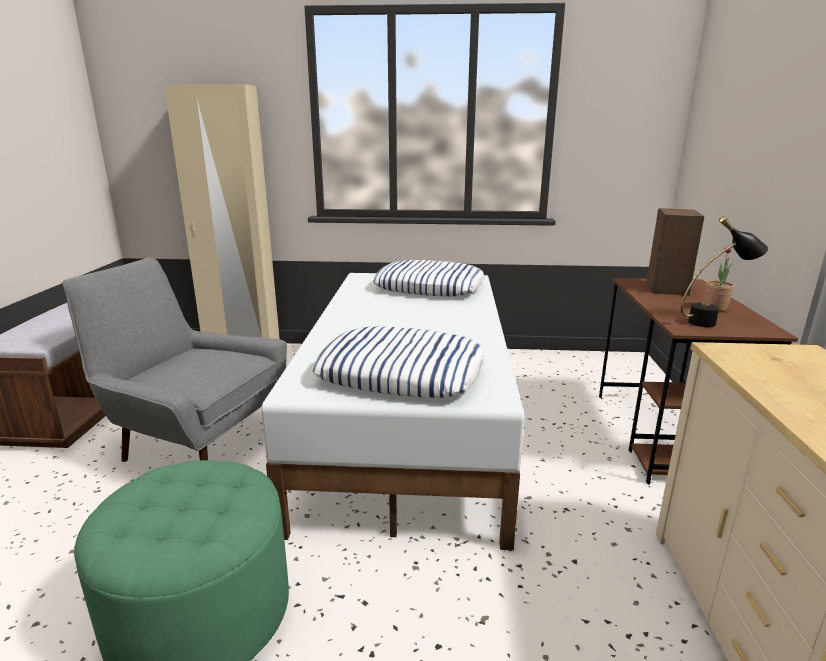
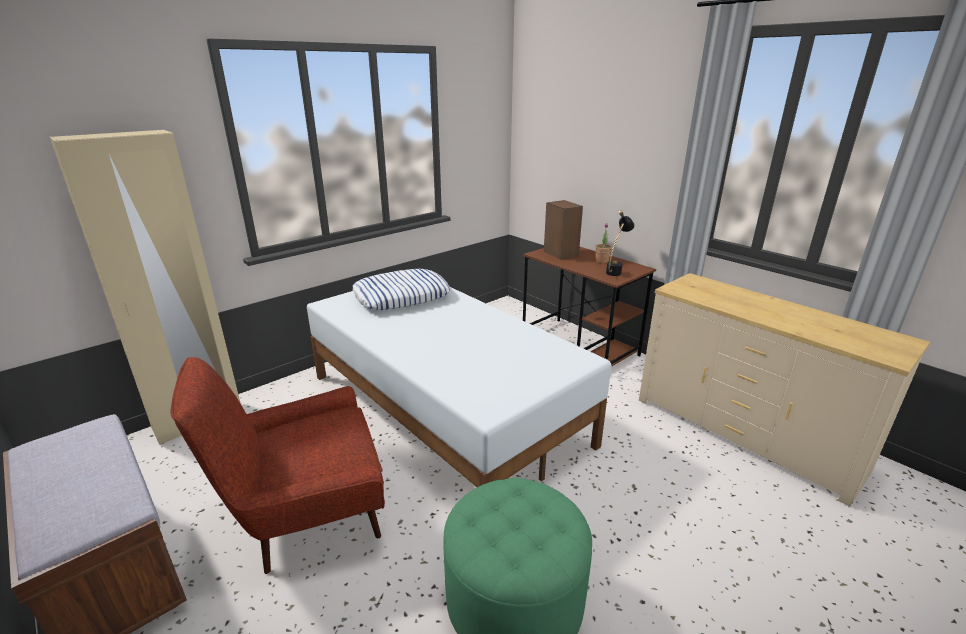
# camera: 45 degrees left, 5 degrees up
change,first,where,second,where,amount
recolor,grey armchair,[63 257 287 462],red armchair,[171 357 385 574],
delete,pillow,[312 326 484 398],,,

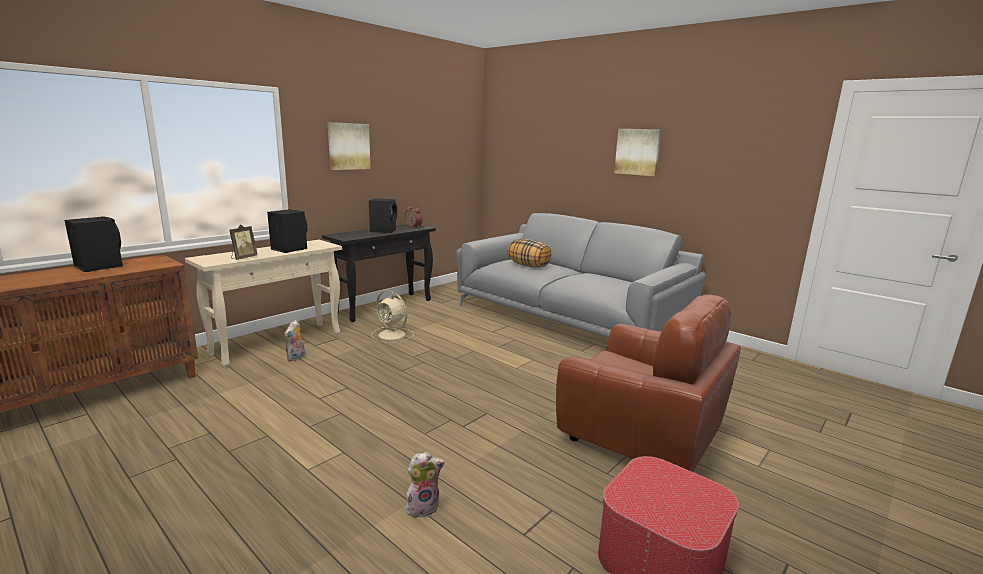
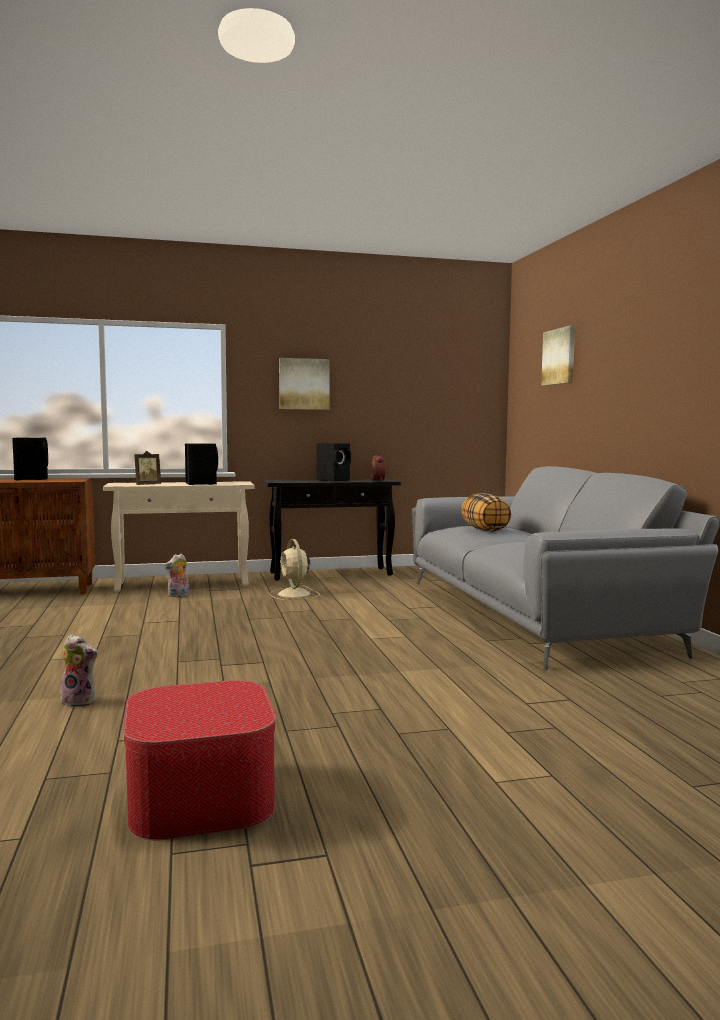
# camera: 35 degrees right, 10 degrees down
change,first,where,second,where,amount
move,picture,[614 129 662 176],,[541 325 575 386],
delete,brown armchair,[556 295 741 472],,,

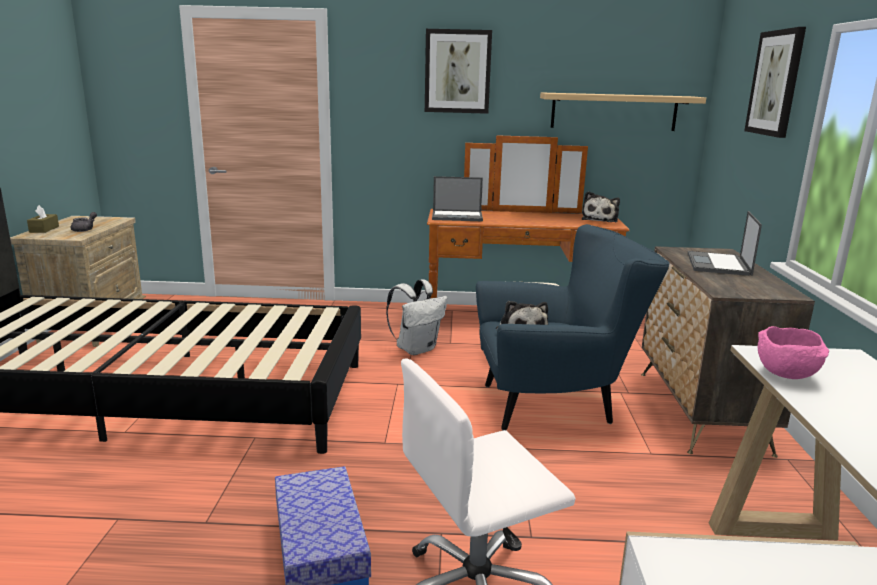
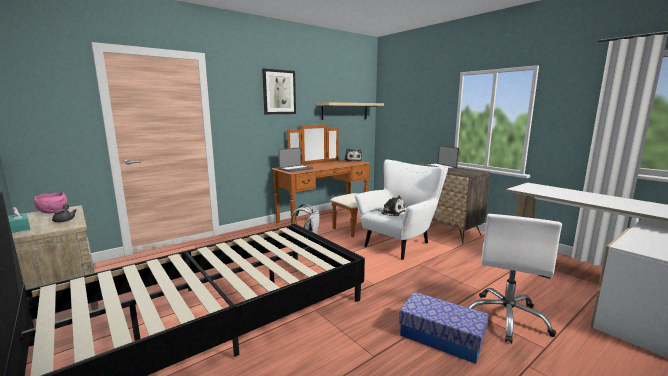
# camera: 40 degrees left, 5 degrees down
change,first,where,second,where,amount
delete,picture,[744 27 806 138],,,
recolor,brown tissue box,[27 205 59 233],turquoise tissue box,[8 207 30 233],
recolor,blue armchair,[476 224 670 430],white armchair,[354 159 448 260],
move,pink bowl,[758 326 829 379],,[34 192 67 213],

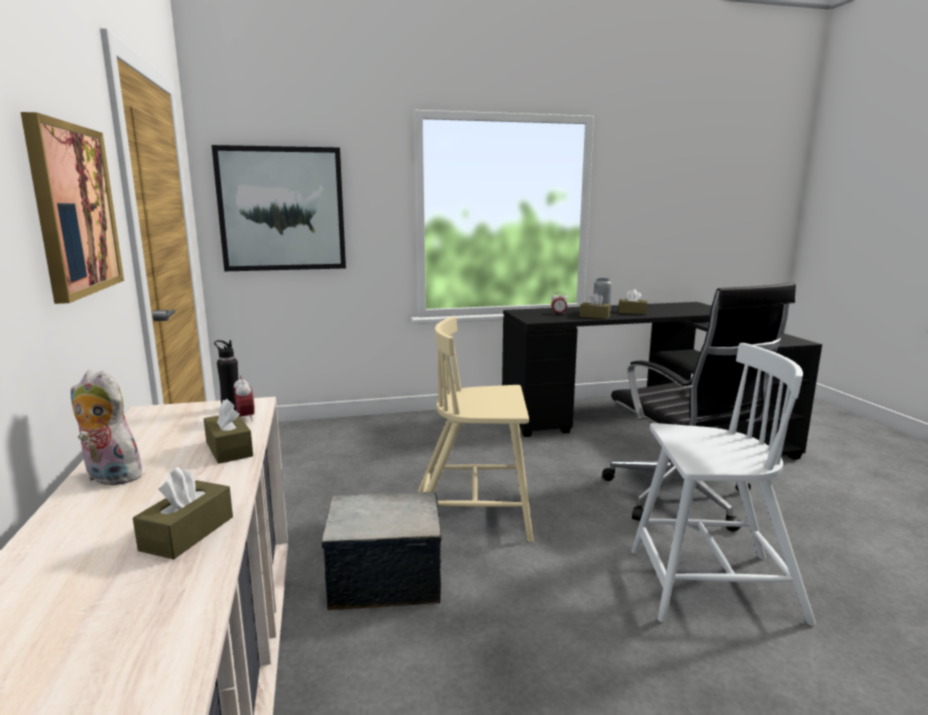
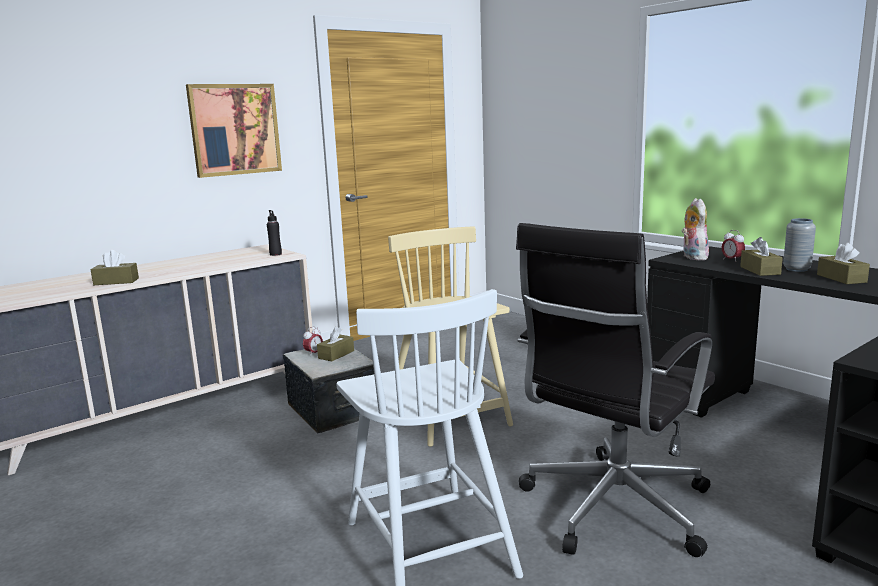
# camera: 65 degrees right, 0 degrees up
change,first,where,second,where,amount
delete,picture,[212 145 346 271],,,
move,plush toy,[70 369 149 485],,[682 198 709 260],
move,alarm clock,[234 375 255 422],,[303 326 323 354],
move,brown tissue box,[204 399 253 464],,[317 327 354 361],

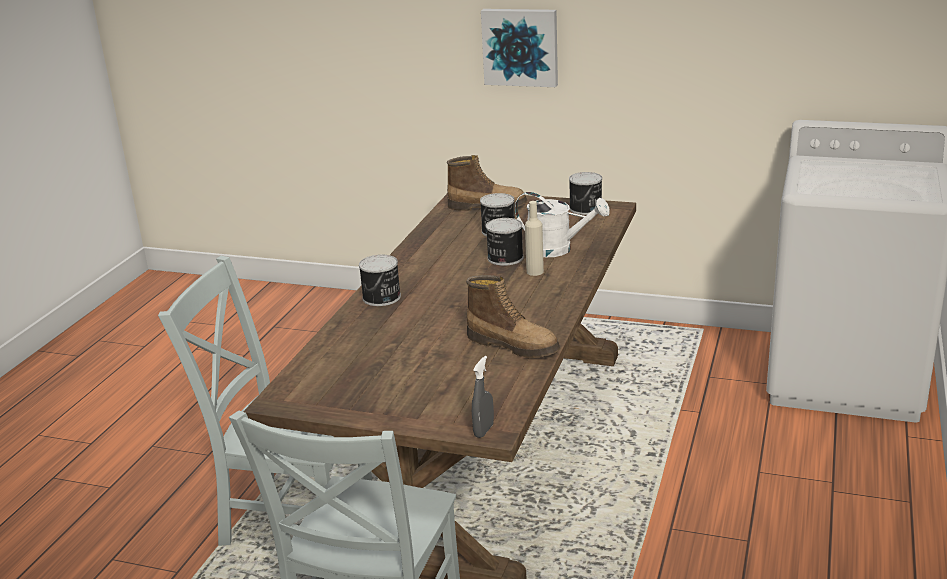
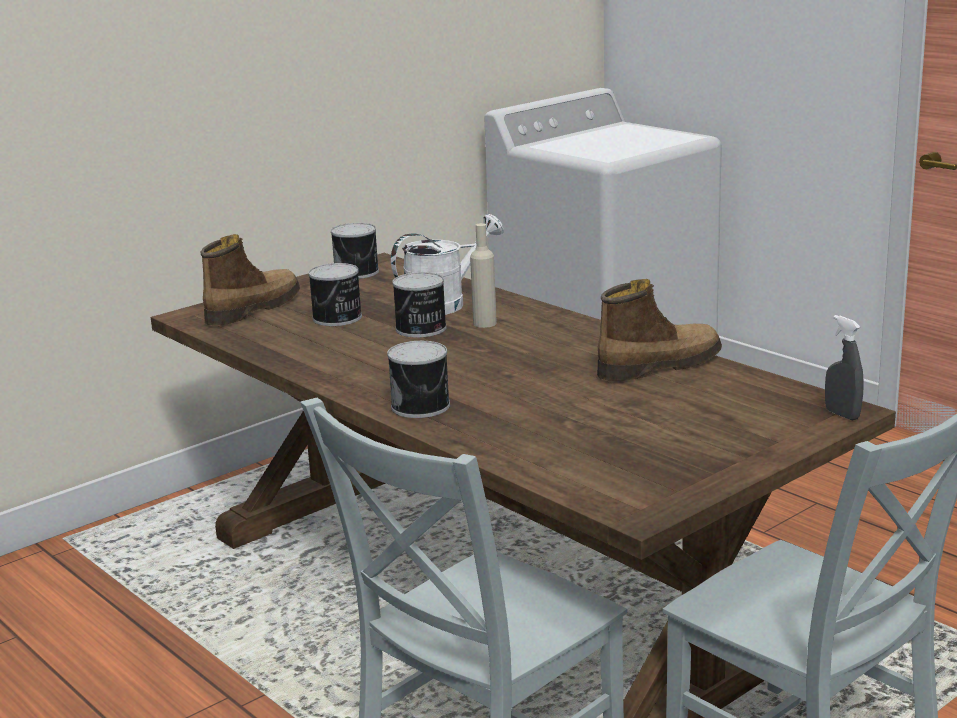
# camera: 60 degrees left, 5 degrees down
change,first,where,second,where,amount
delete,picture,[481 9 558 87],,,

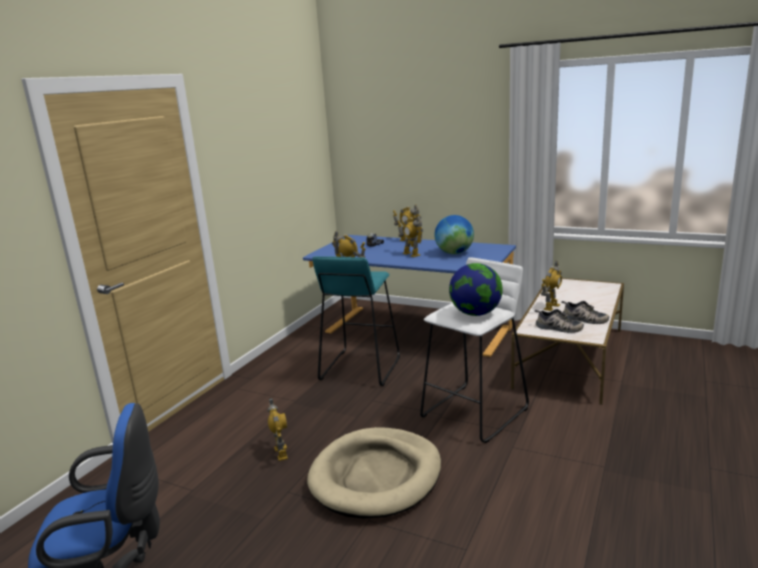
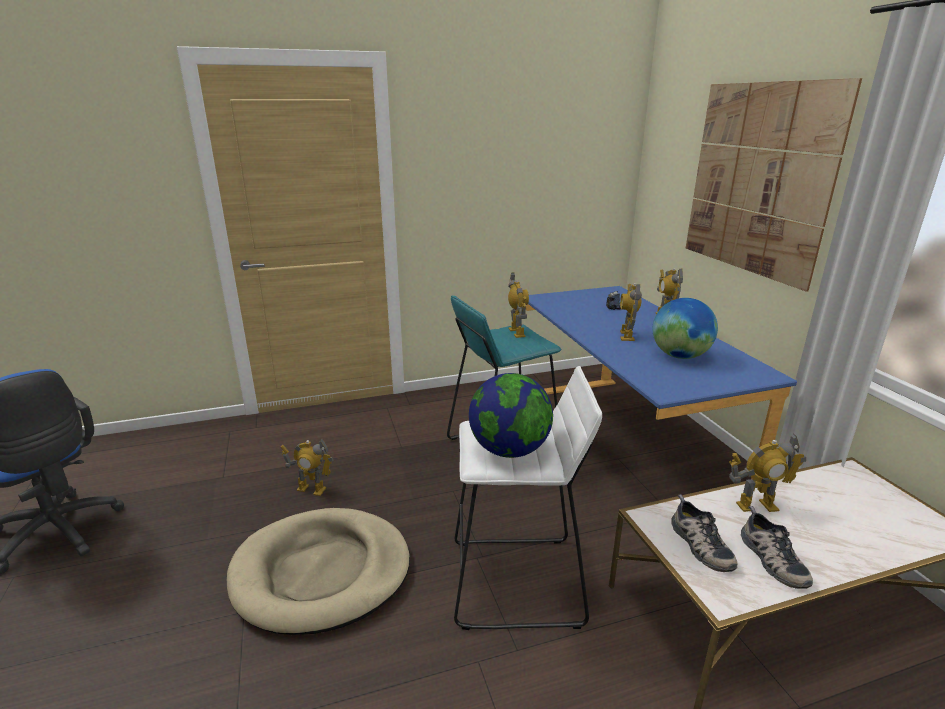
# camera: 45 degrees right, 5 degrees up
change,first,where,second,where,amount
rotate,toy robot,[268 398 288 461],,[281 439 334 496],75 degrees clockwise
insert,,,picture,[686 78 862 292],

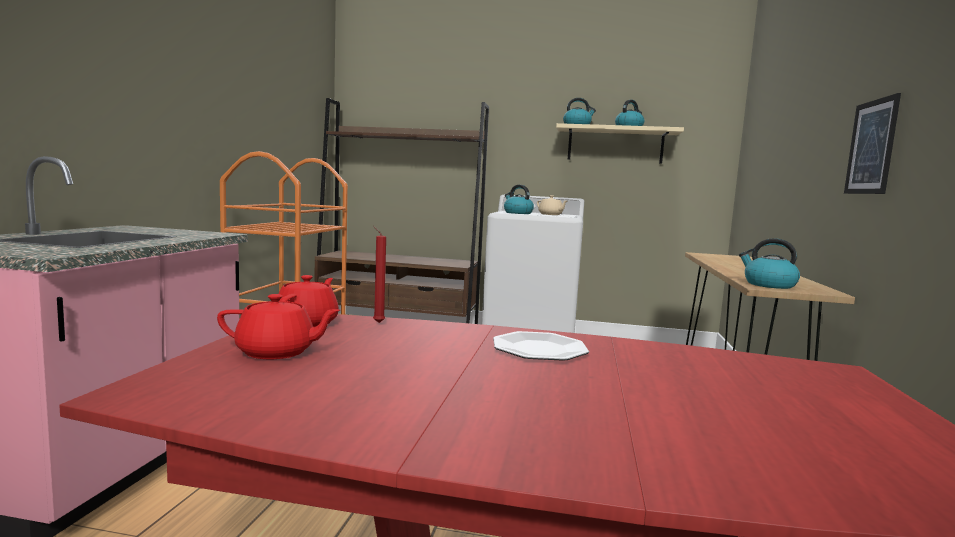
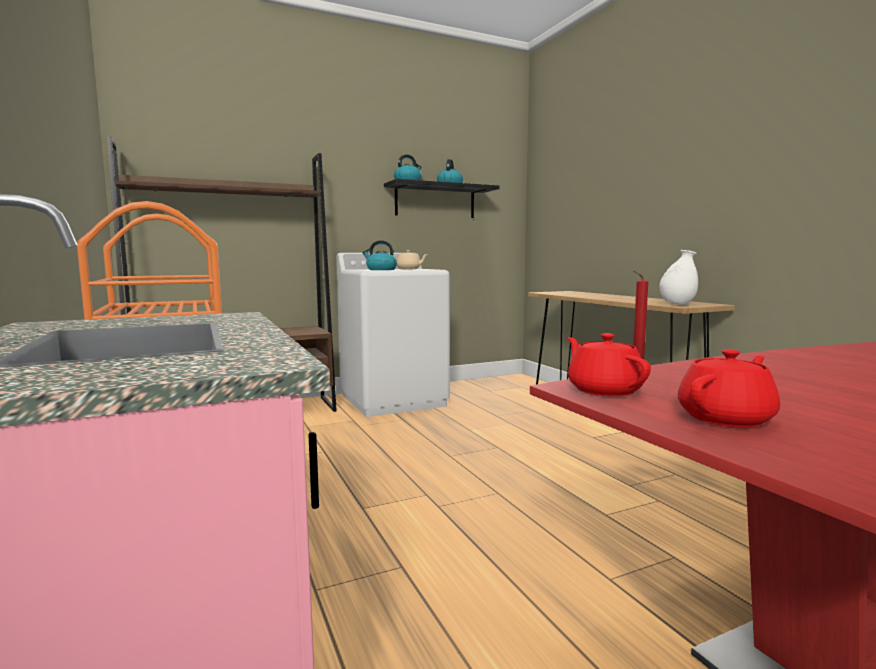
# camera: 35 degrees left, 0 degrees up
change,first,where,second,where,amount
delete,picture,[844 93 901 194],,,
recolor,beige shelf,[556 123 684 164],black shelf,[384 179 500 218],
replace,kettle,[739 238 800 289],white vase,[659 250 698 305],
delete,plate,[493 331 589 361],,,

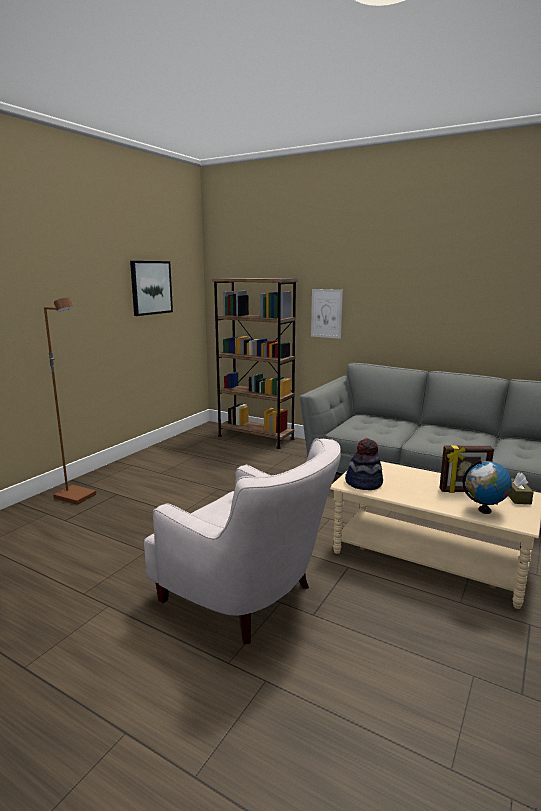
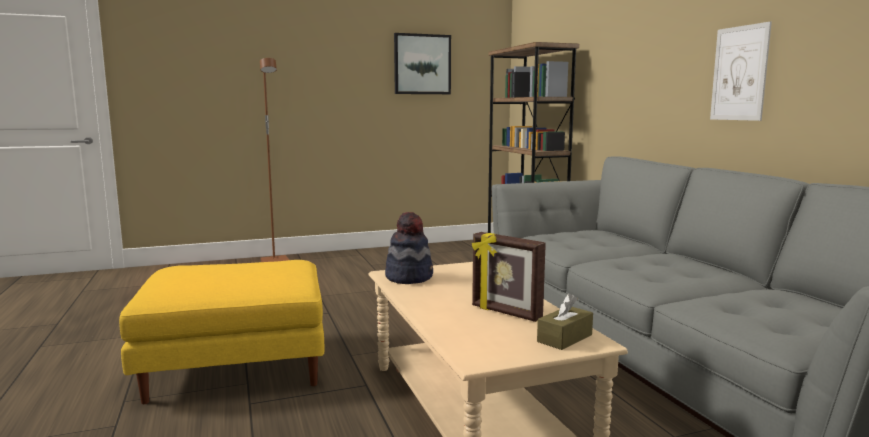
# camera: 40 degrees right, 5 degrees down
change,first,where,second,where,amount
move,picture,[311 289 343 339],,[710 22 772 121],
replace,white armchair,[144 439 341 645],yellow ottoman,[119 260 324 404],
delete,globe,[463 460 512 514],,,

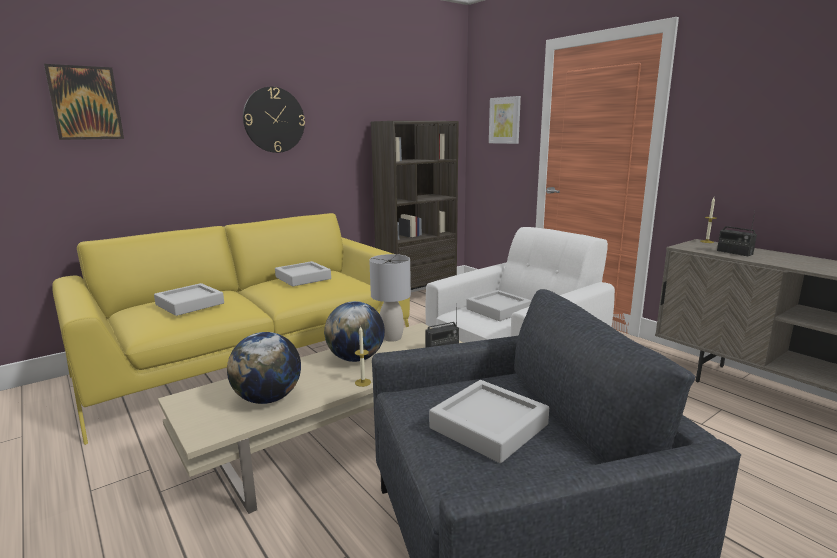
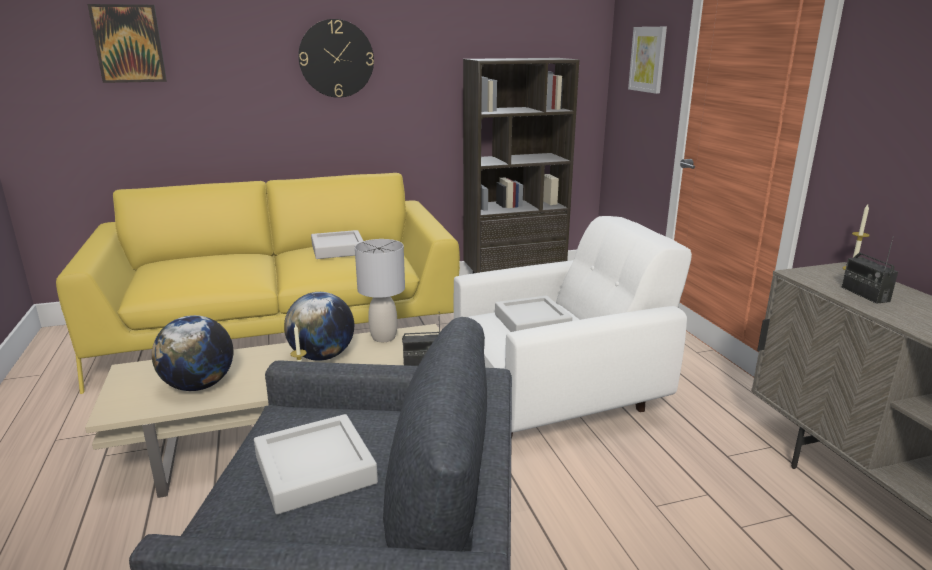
# camera: 20 degrees right, 5 degrees up
change,first,where,second,where,amount
delete,grey tray,[154 283 224 316],,,

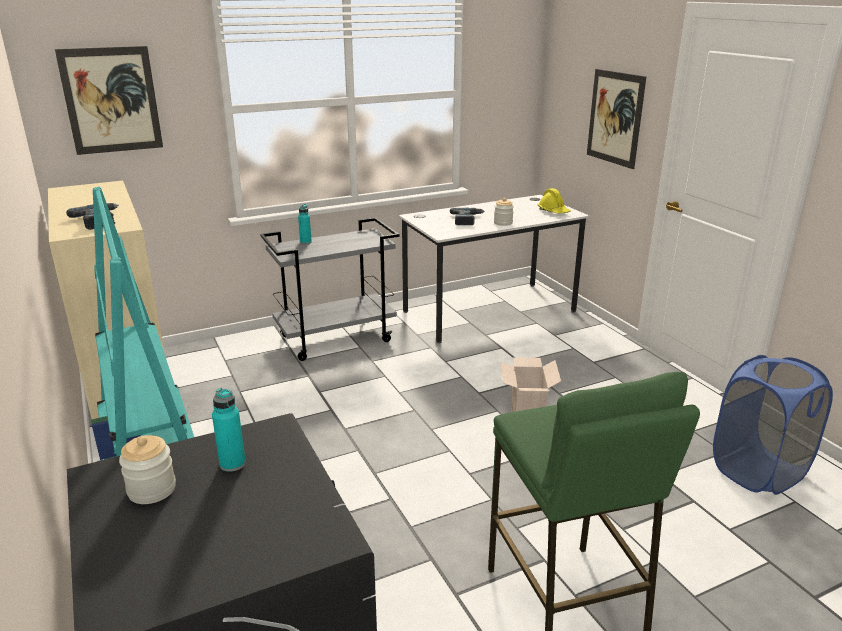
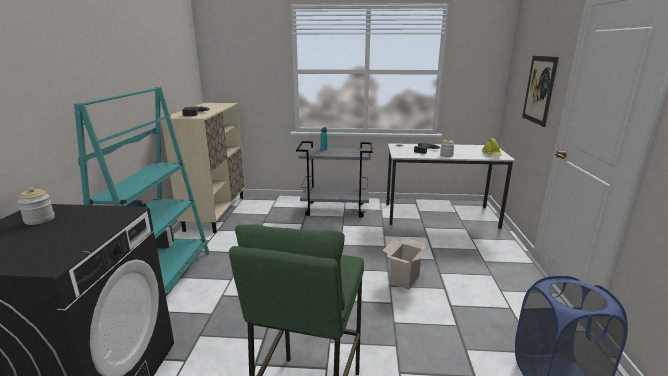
# camera: 30 degrees right, 5 degrees down
change,first,where,second,where,amount
delete,picture,[55 46 163 155],,,
delete,turquoise bottle,[212 388 246 472],,,

